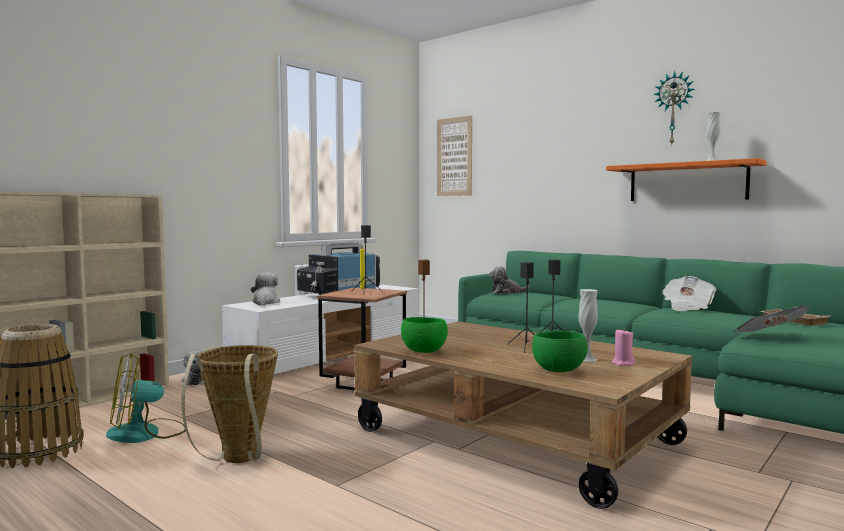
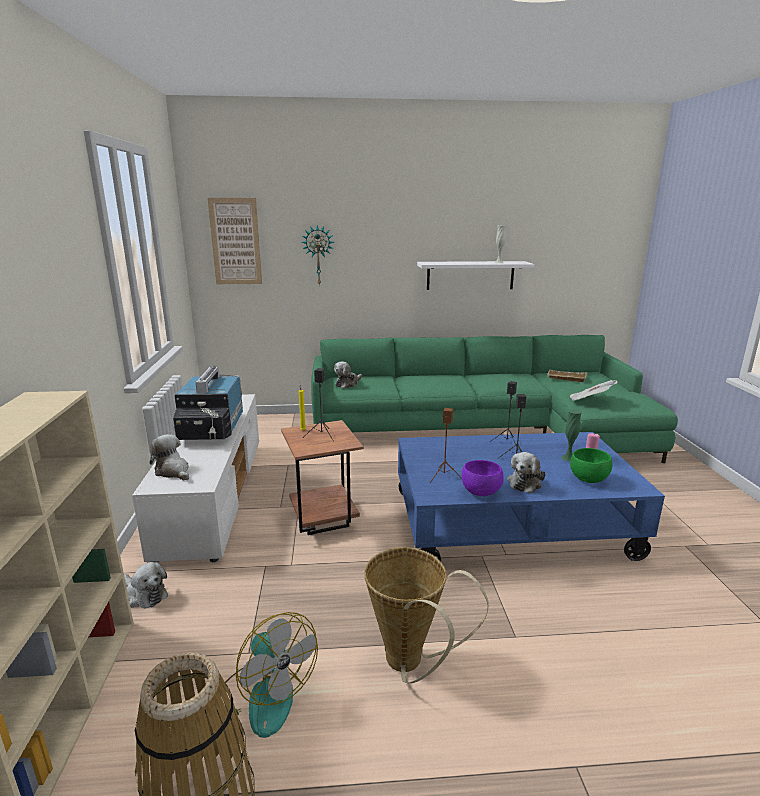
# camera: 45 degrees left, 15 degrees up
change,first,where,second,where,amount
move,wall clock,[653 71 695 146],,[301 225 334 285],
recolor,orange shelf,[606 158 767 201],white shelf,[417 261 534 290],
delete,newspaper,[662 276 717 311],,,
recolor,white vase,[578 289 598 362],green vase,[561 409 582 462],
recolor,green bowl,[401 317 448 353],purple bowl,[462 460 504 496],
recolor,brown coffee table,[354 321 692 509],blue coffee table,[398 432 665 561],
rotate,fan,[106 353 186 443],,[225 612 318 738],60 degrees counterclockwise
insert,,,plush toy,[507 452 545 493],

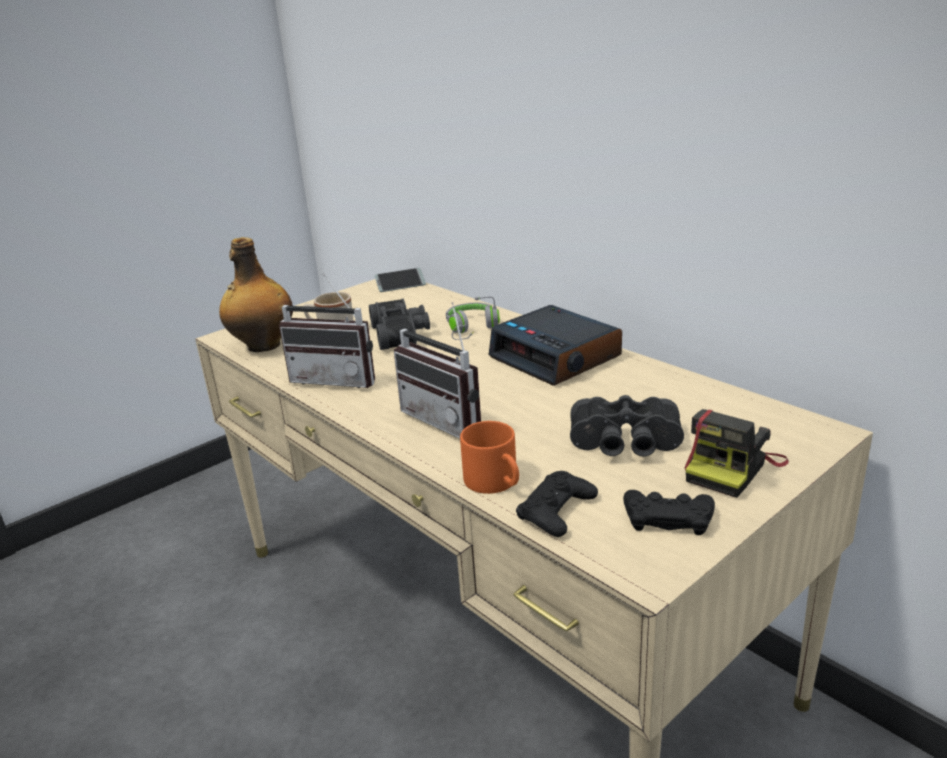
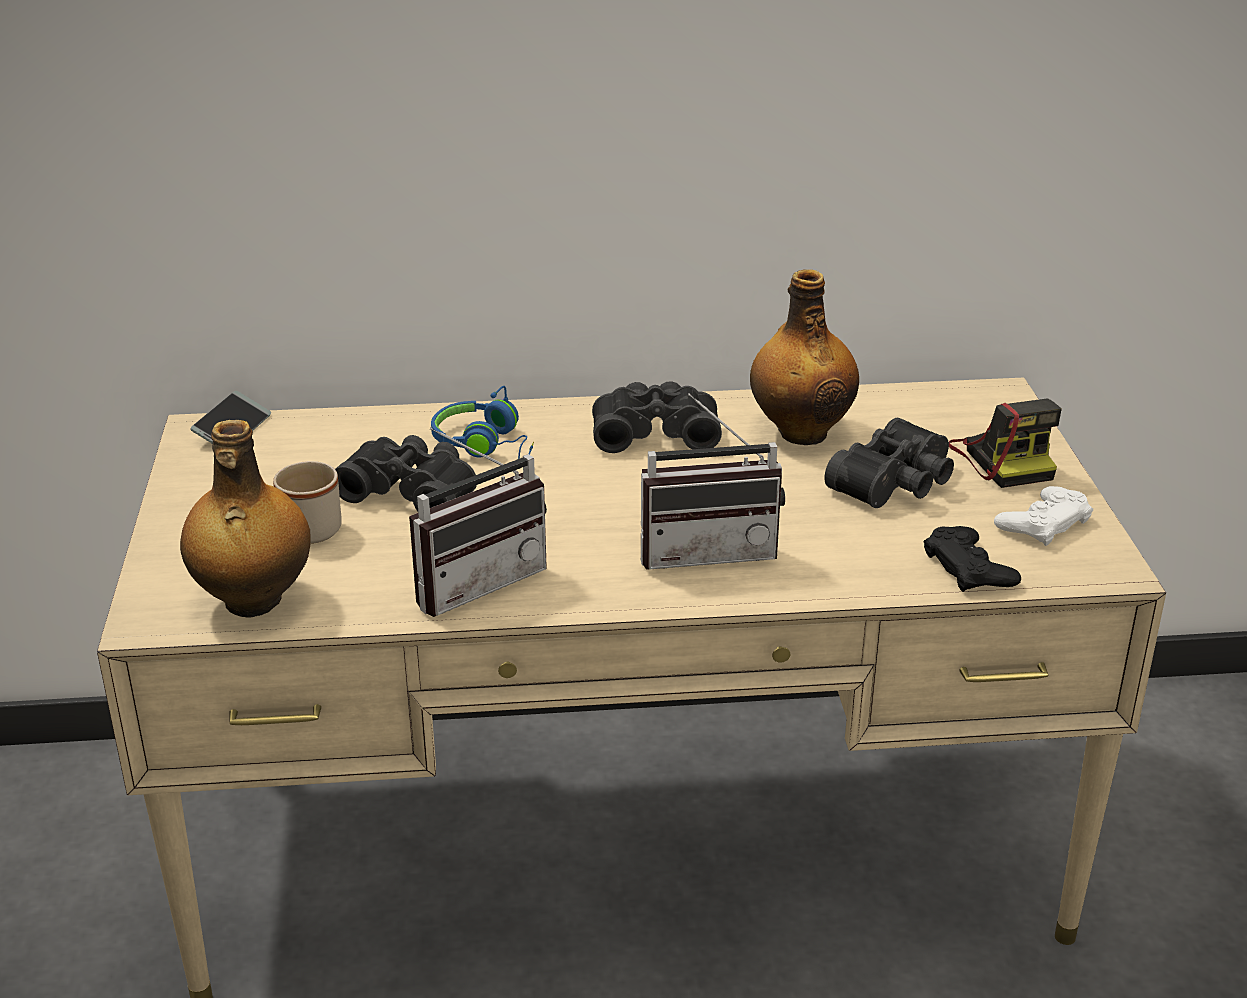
# camera: 55 degrees left, 5 degrees up
change,first,where,second,where,amount
recolor,grey headphones,[446 296 500 340],blue headphones,[431 386 534 459],
replace,alarm clock,[489 305 622 386],black binoculars,[592 381 722 453],
delete,orange mug,[460 421 519 494],,,
recolor,black game controller,[623 490 715 535],white game controller,[994 486 1093 546],
insert,,,bottle,[750 269 859 445],

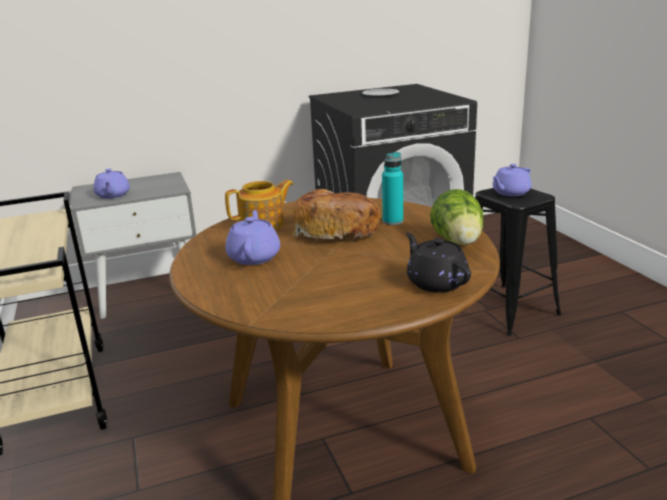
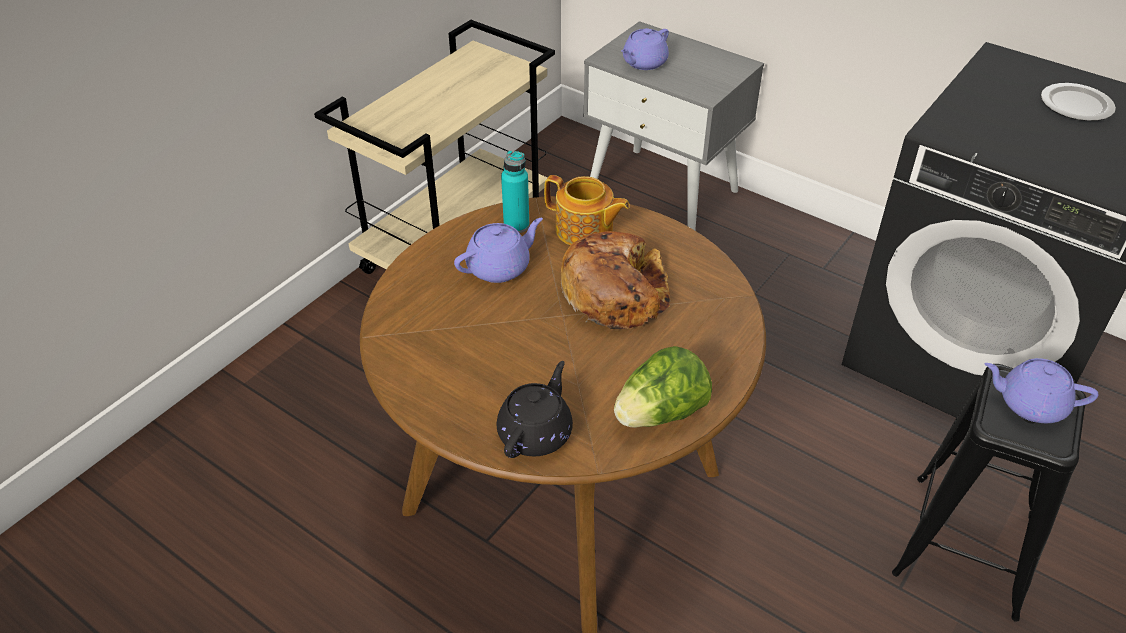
# camera: 55 degrees right, 20 degrees up
change,first,where,second,where,amount
move,turquoise bottle,[382 152 403 225],,[501 150 529 233],

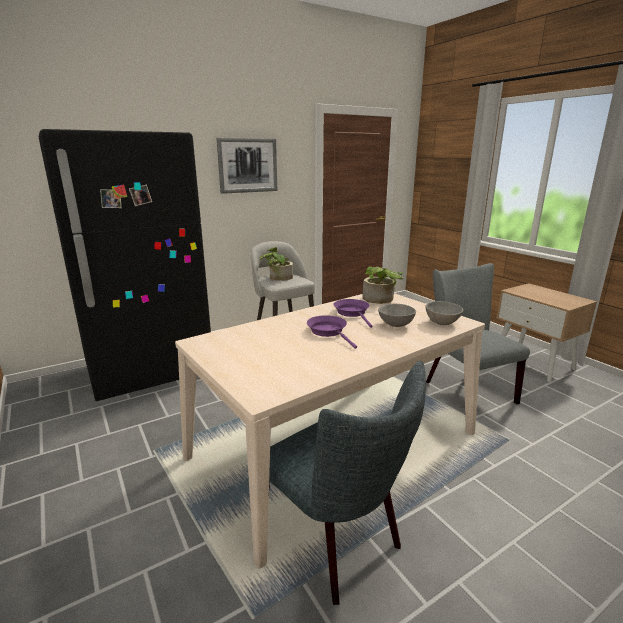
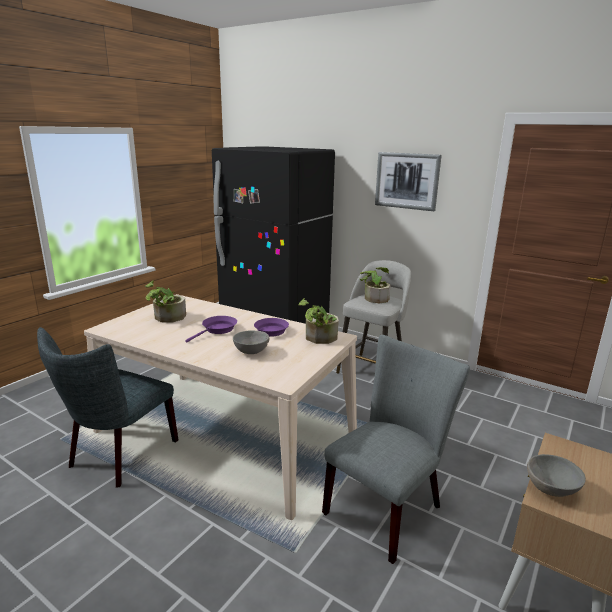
# camera: 65 degrees right, 0 degrees up
change,first,where,second,where,amount
move,grey bowl,[425 301 463 325],,[527 454 586 497],
insert,,,potted plant,[145 281 186 323],

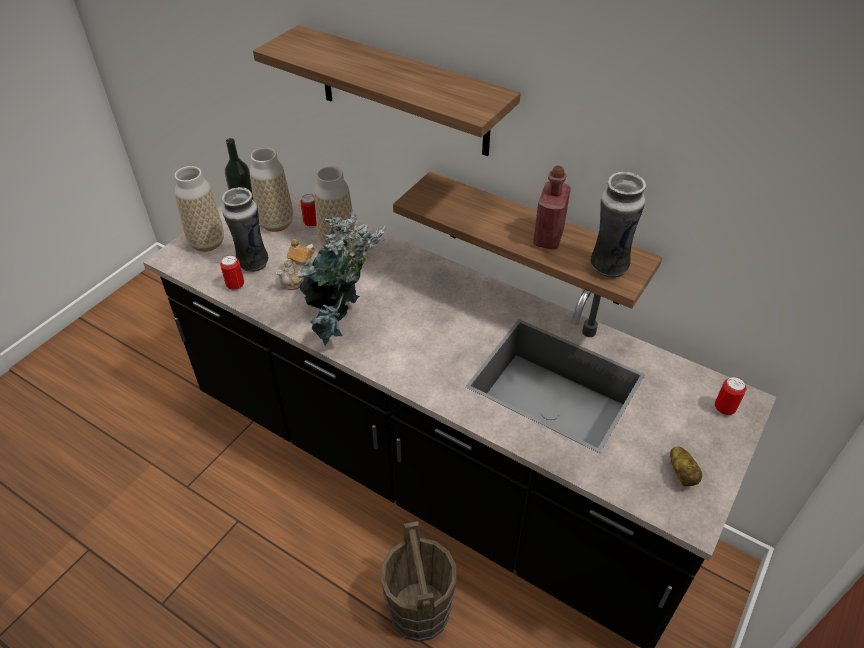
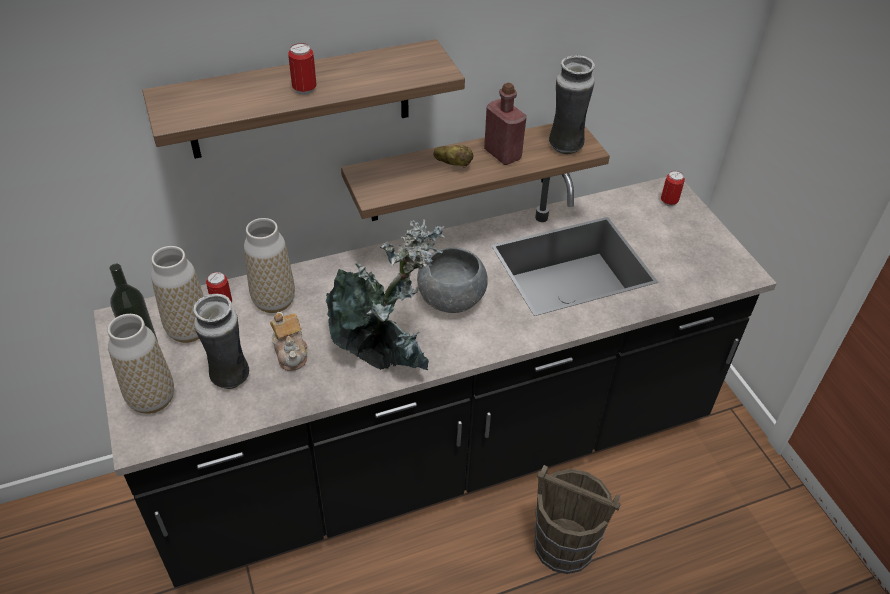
# camera: 55 degrees left, 0 degrees up
change,first,where,second,where,amount
move,can,[220 255 244 291],,[288 43 317 95],
move,potato,[670 447 702 487],,[434 145 473 168],
insert,,,grey bowl,[417 247 488 313],

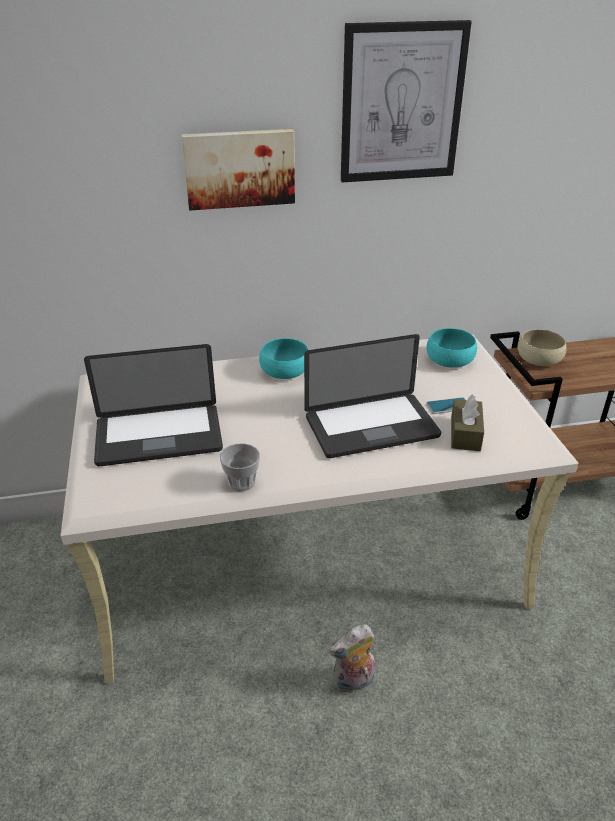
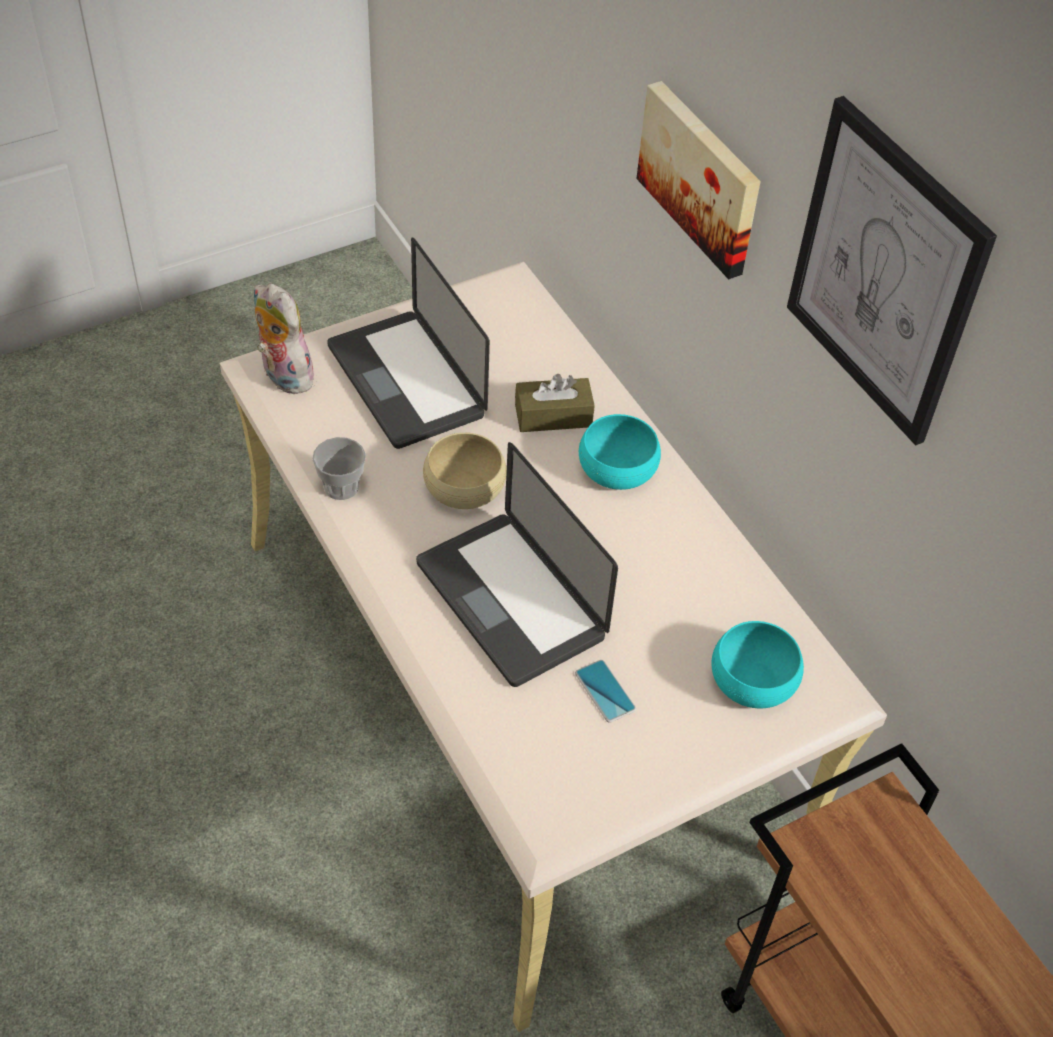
# camera: 70 degrees right, 15 degrees up
change,first,where,second,where,amount
move,beige bowl,[517 329 566 366],,[423 432 507 509],
move,brown tissue box,[451 394 484 451],,[515 374 595 432],
move,plush toy,[329 624 375 693],,[254 283 314 394],

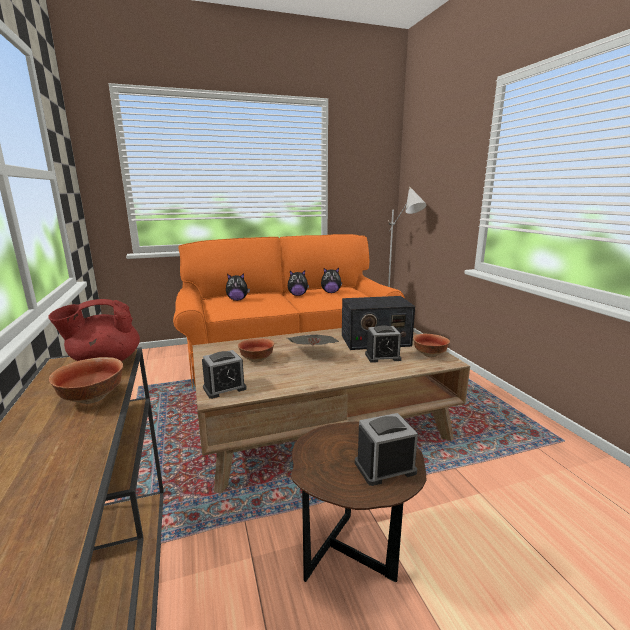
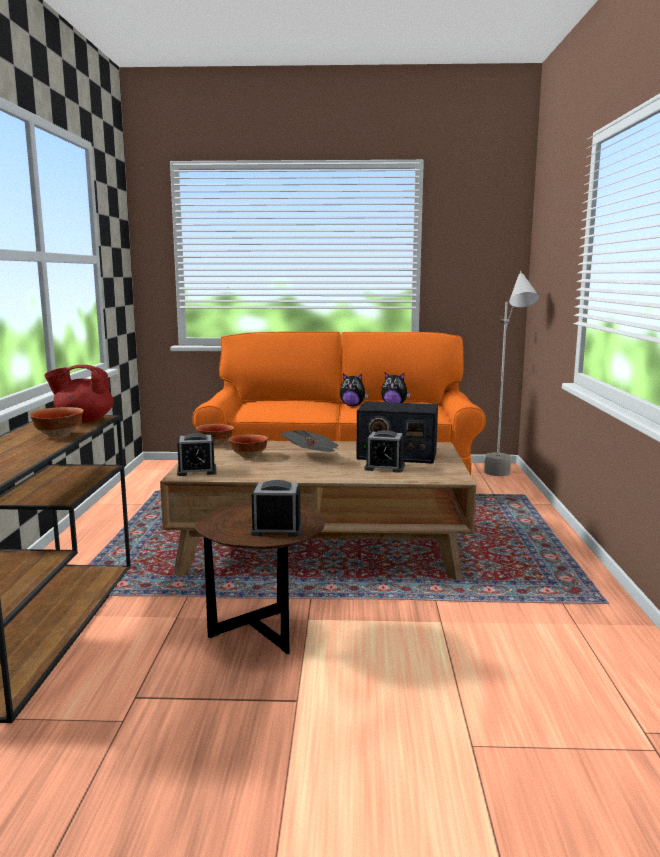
# camera: 20 degrees right, 5 degrees down
change,first,where,second,where,amount
delete,plush toy,[226 274 250 301],,,
move,bowl,[413 334 450 357],,[196 424 234 446],

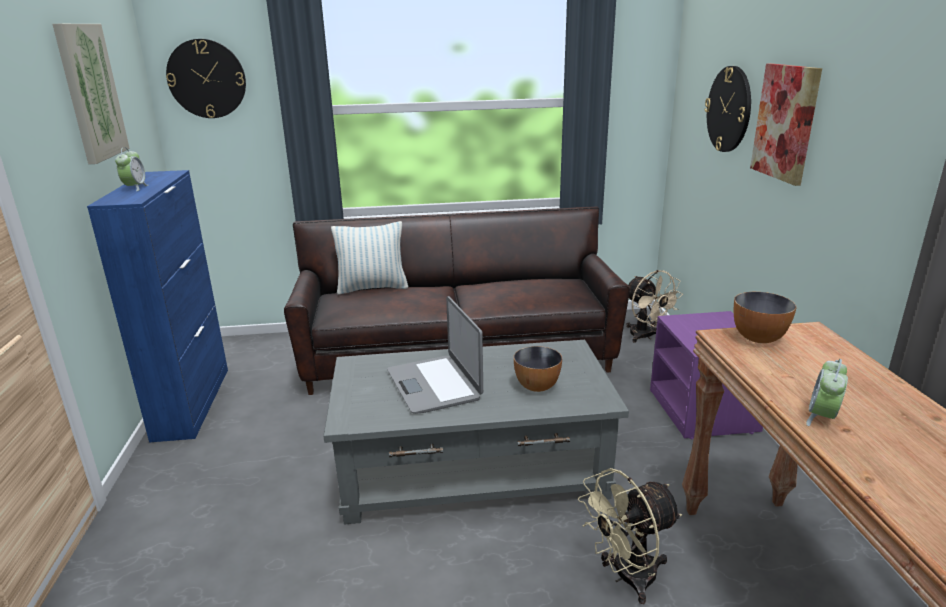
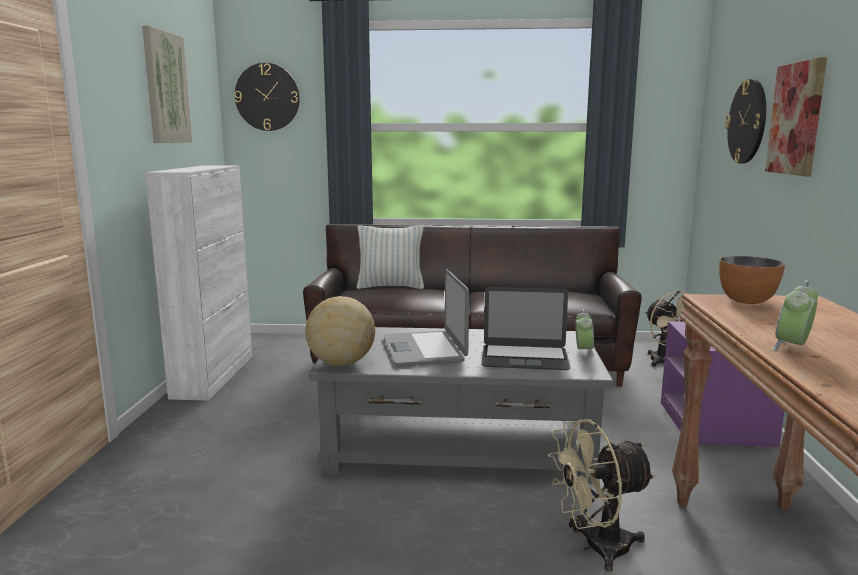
# camera: 10 degrees right, 10 degrees down
change,first,where,second,where,amount
move,alarm clock,[115 147 148 191],,[576 309 594 357],
recolor,blue cabinet,[87 170 228 443],white cabinet,[145 166 252 401],
replace,bowl,[514 346 562 392],laptop,[482 287 571 370],
insert,,,globe,[305 296 375 366],

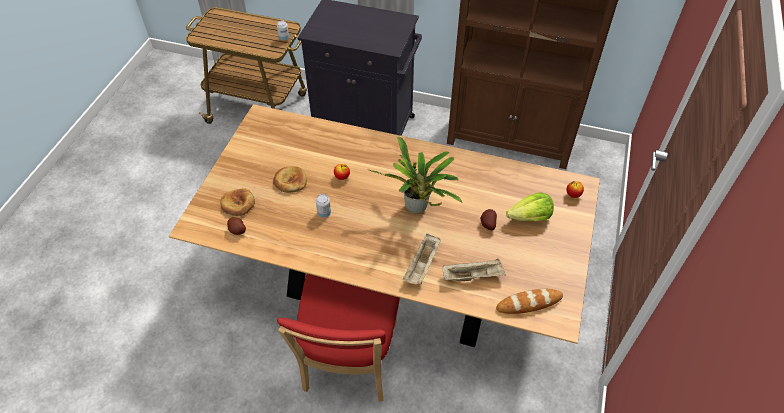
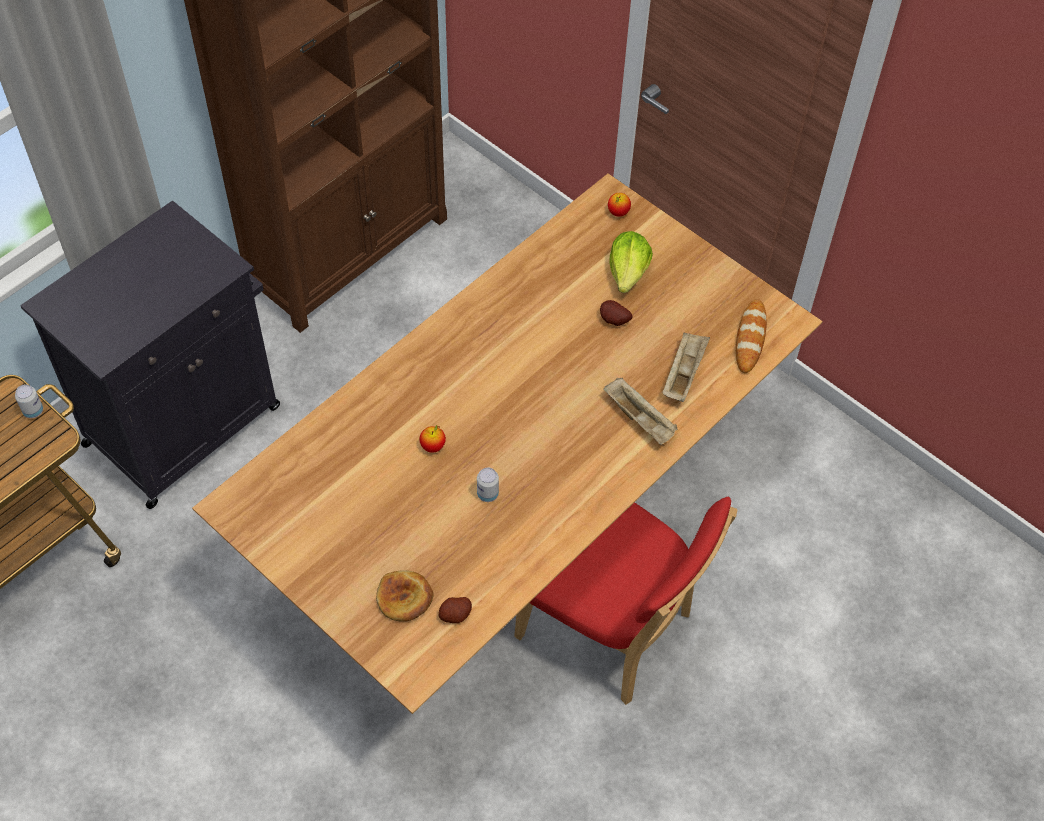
# camera: 65 degrees left, 5 degrees up
change,first,where,second,where,amount
delete,potted plant,[367 137 462 214],,,
delete,bread,[273 166 307 193],,,

